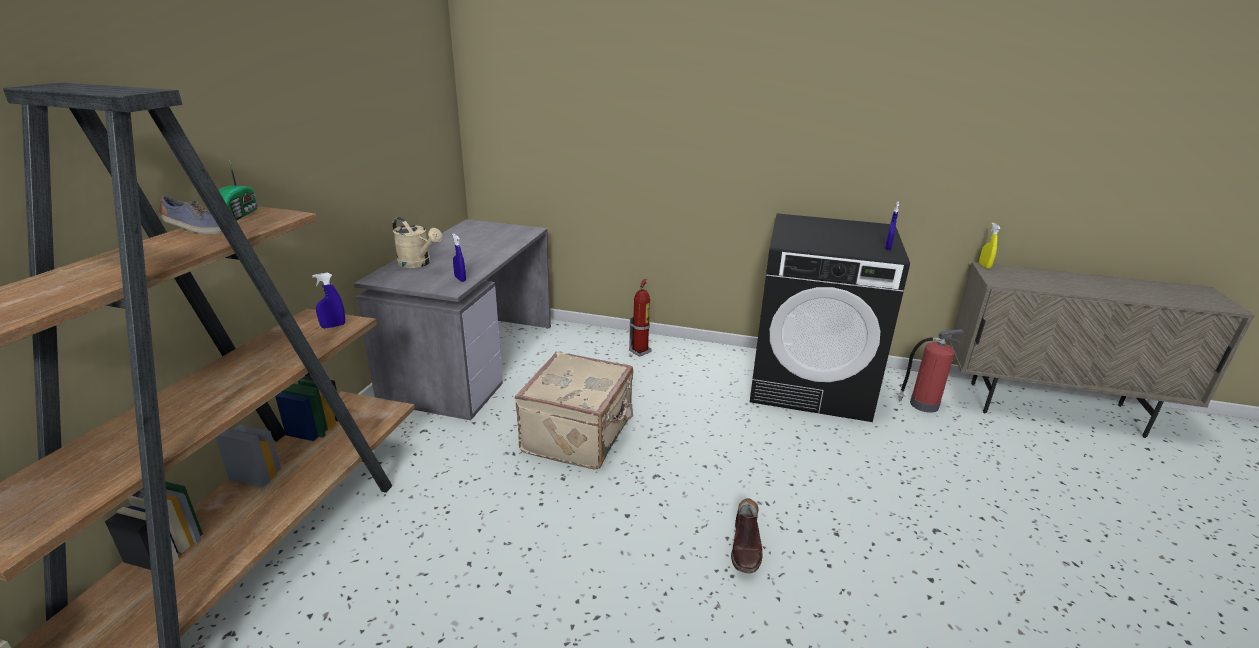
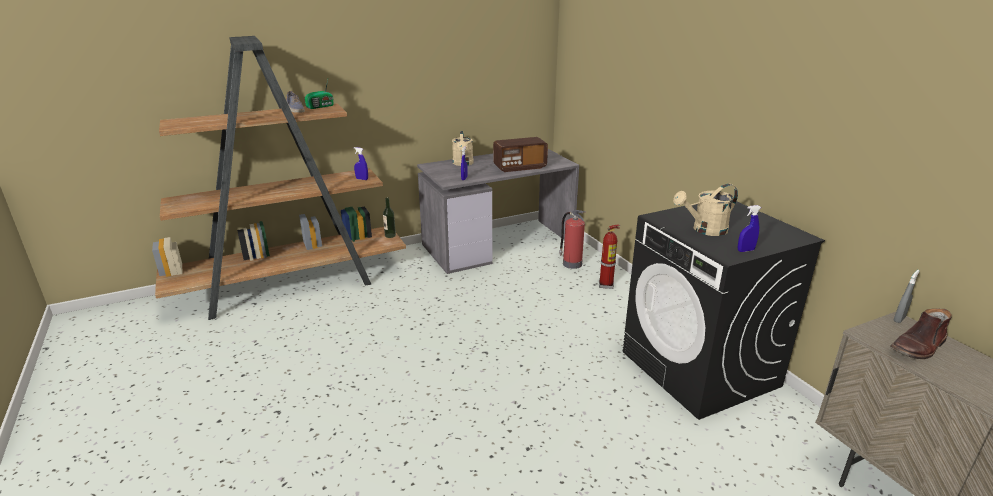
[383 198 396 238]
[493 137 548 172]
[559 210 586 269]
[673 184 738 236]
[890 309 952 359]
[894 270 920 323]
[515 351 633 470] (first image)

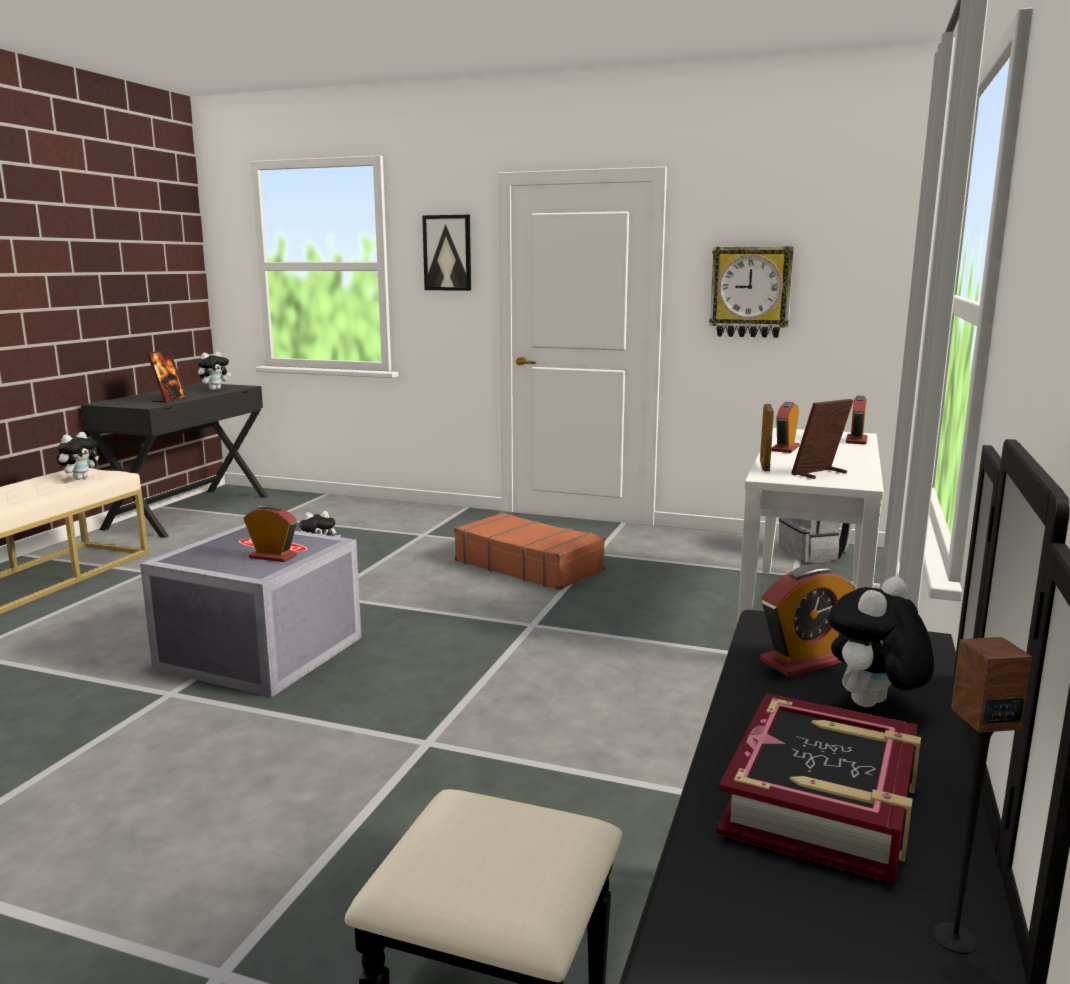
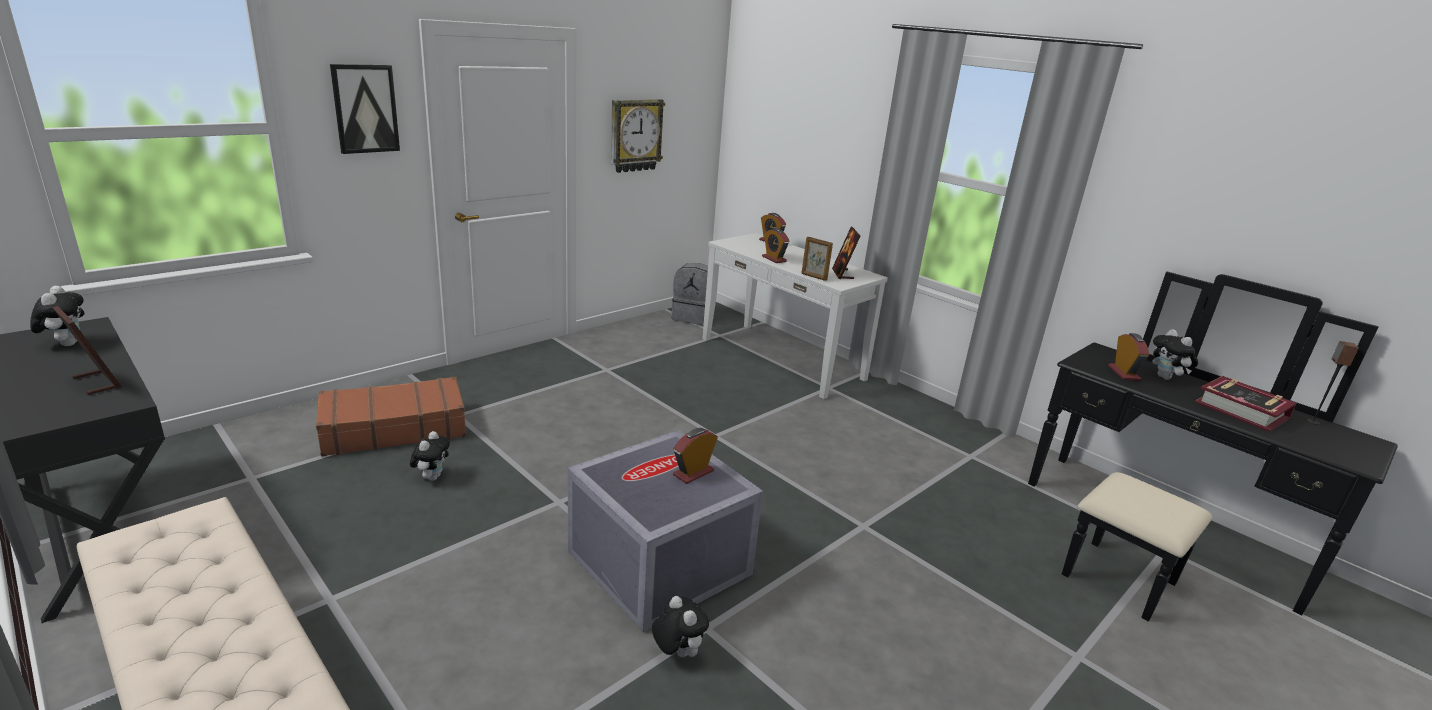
[316 376 466 457]
[652 596 709 657]

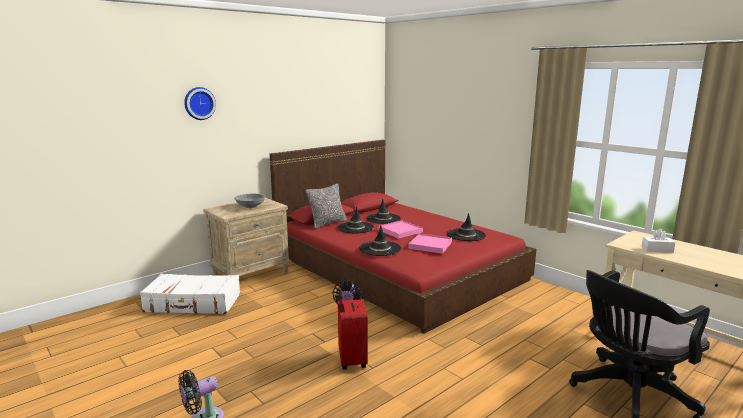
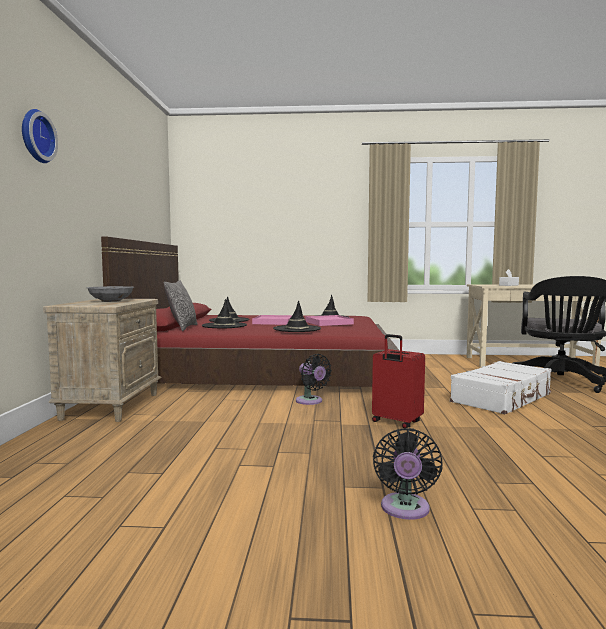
[450 361 552 415]

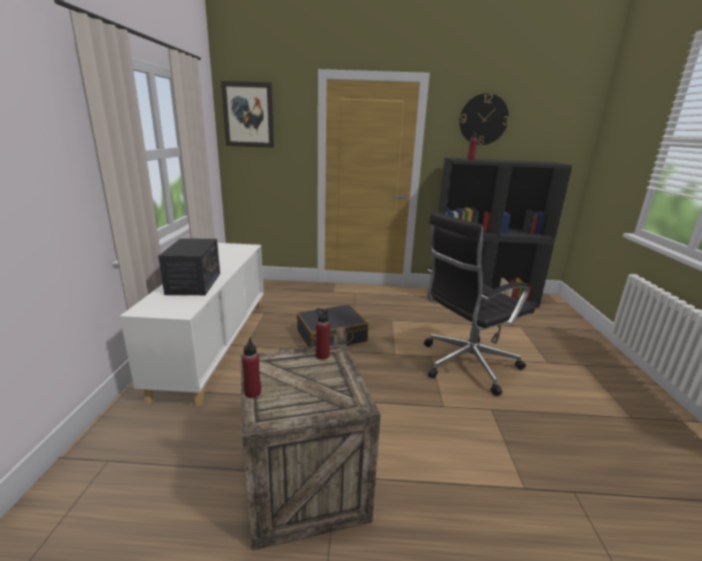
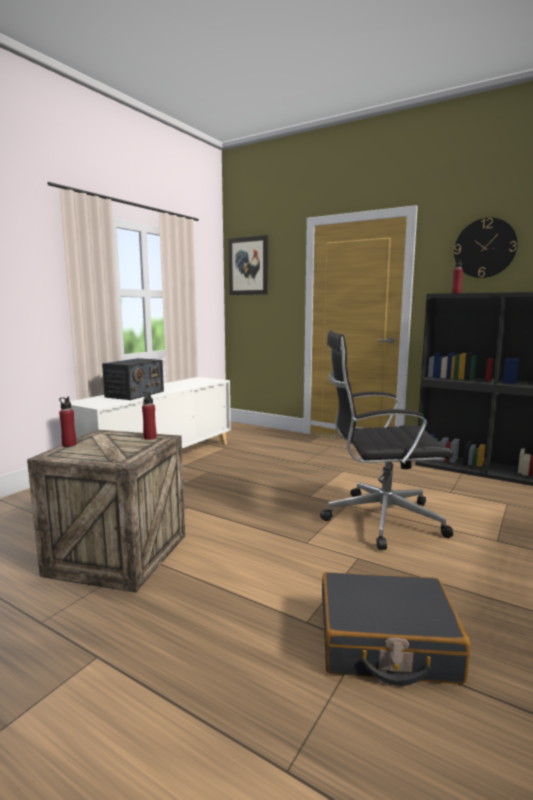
[322 572 470 686]

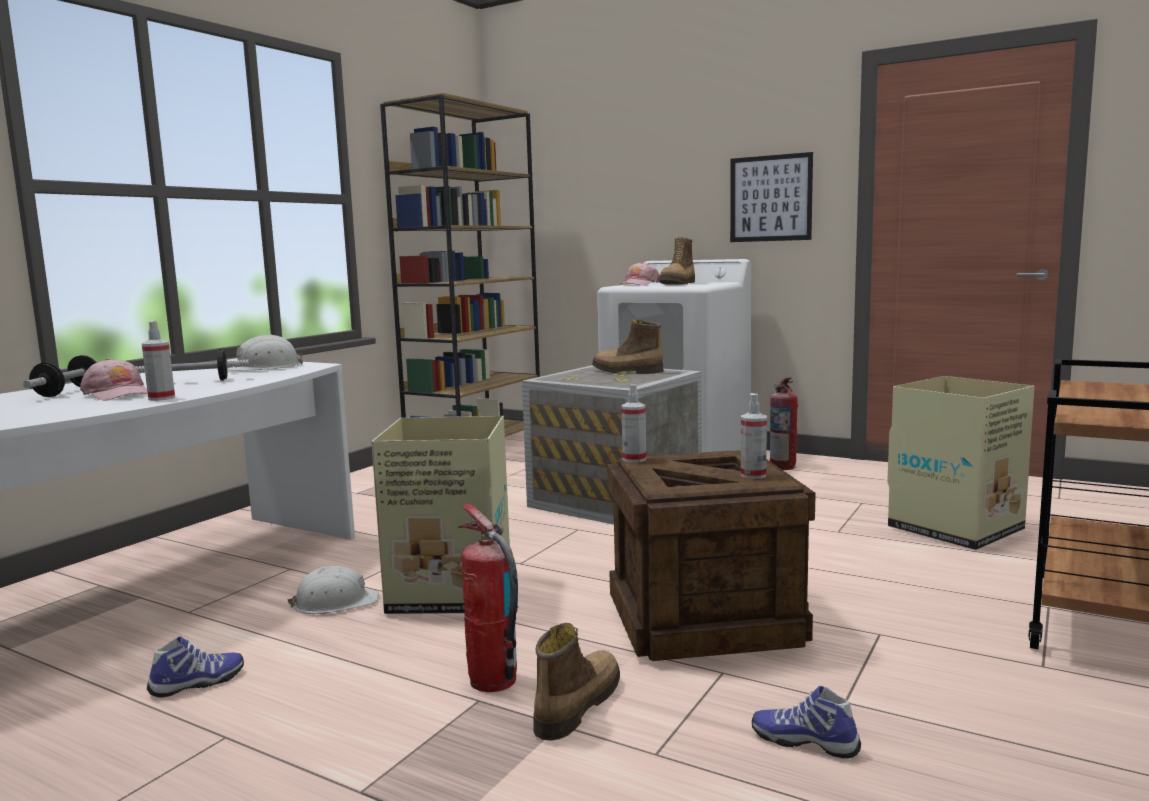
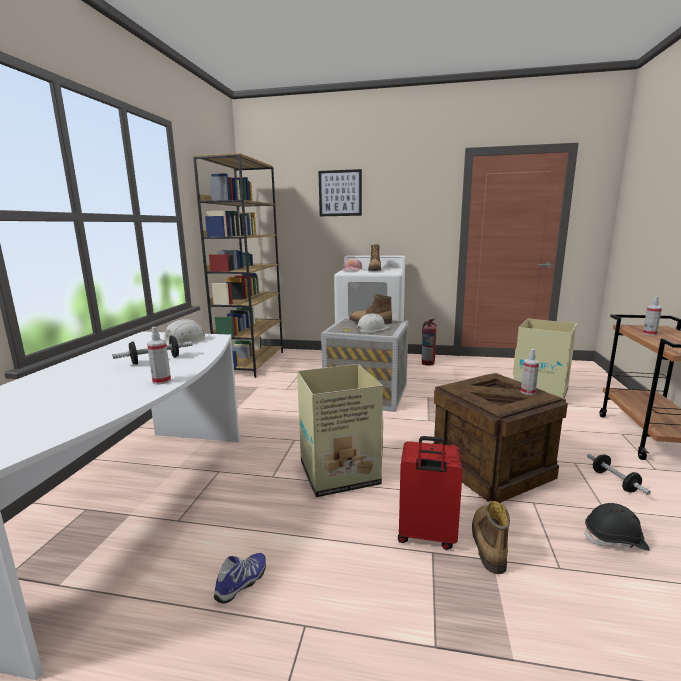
[318 169 362 216]
[356 313 390 332]
[398 436 463 550]
[584 503 650 551]
[587 454 651 495]
[643 296 662 336]
[80 358 148 400] (first image)

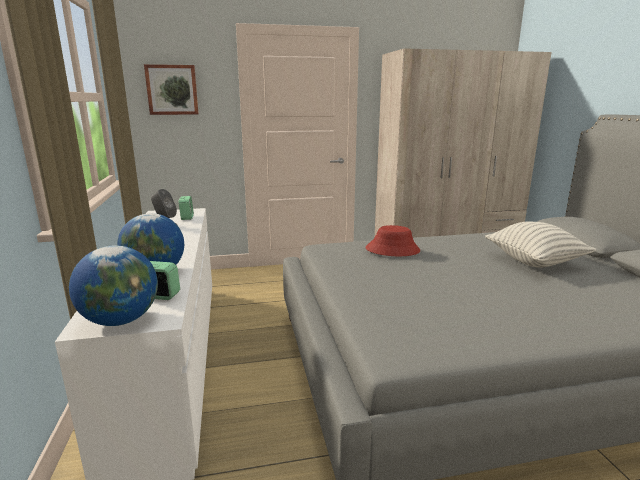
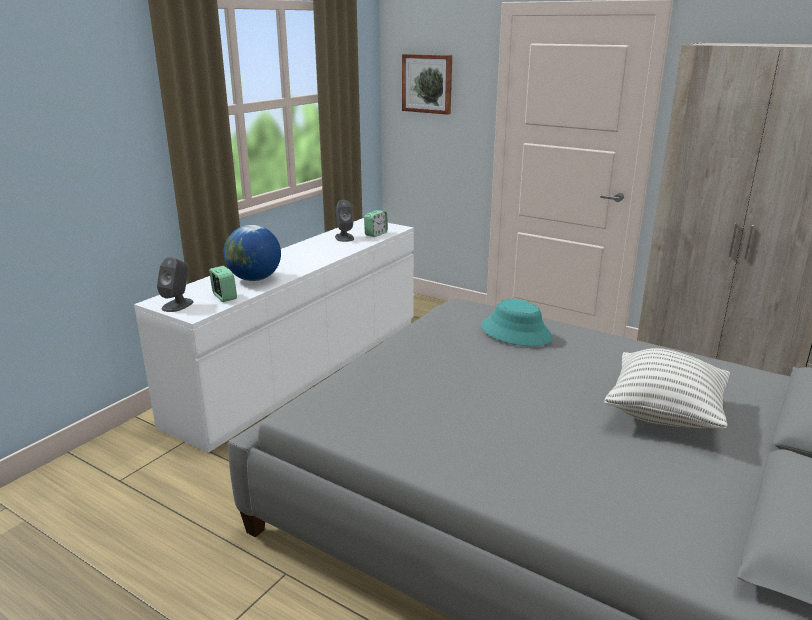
[157 257 193 312]
[481 299 553 346]

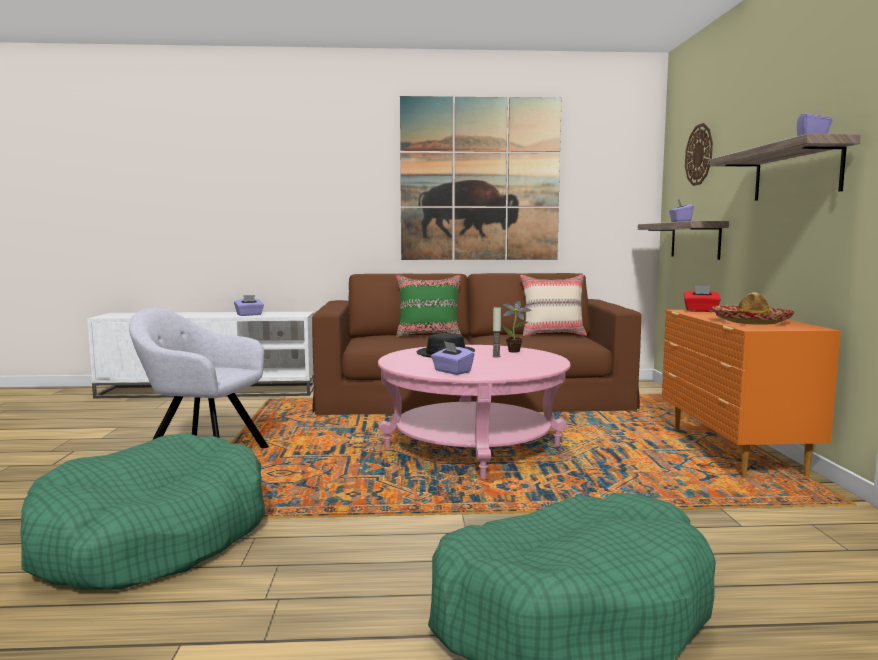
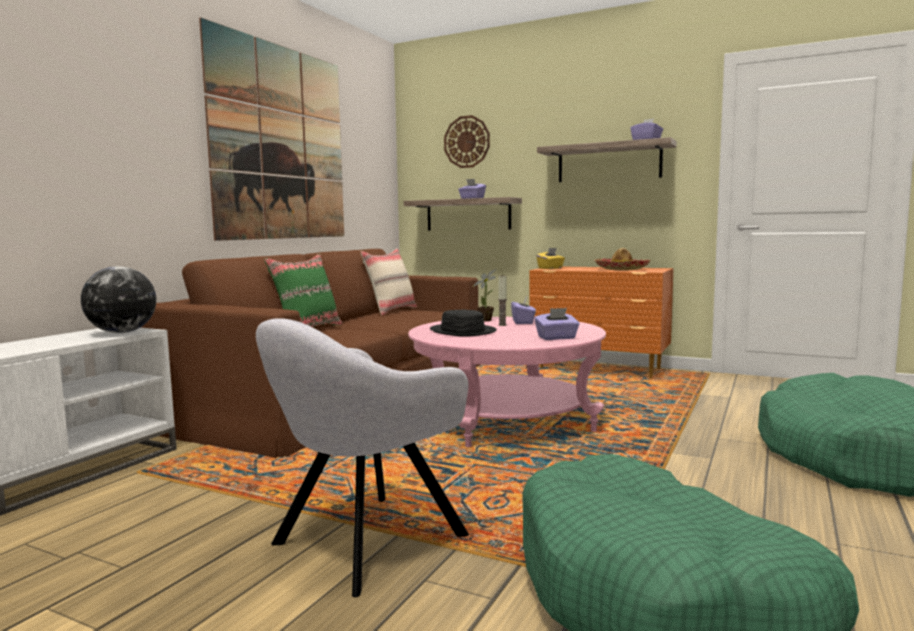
[81 266 156 333]
[511 295 536 324]
[536 248 565 269]

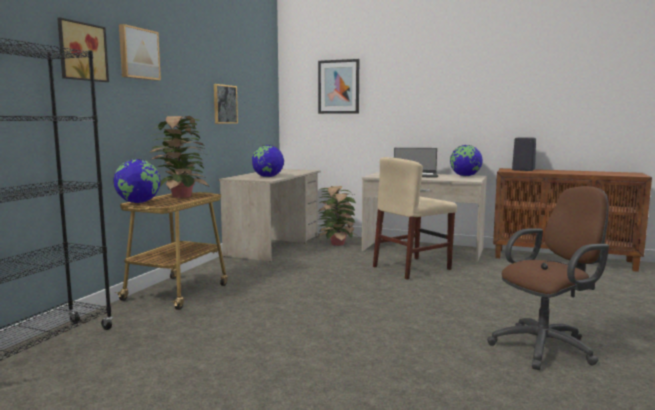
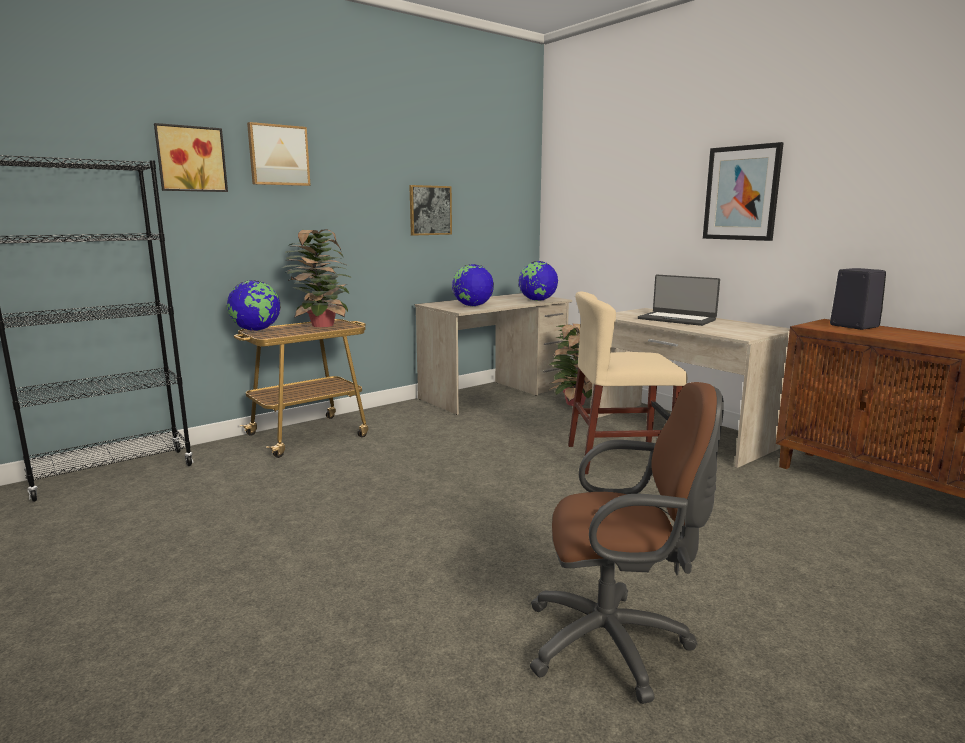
[519 261 558 301]
[703 142 784 241]

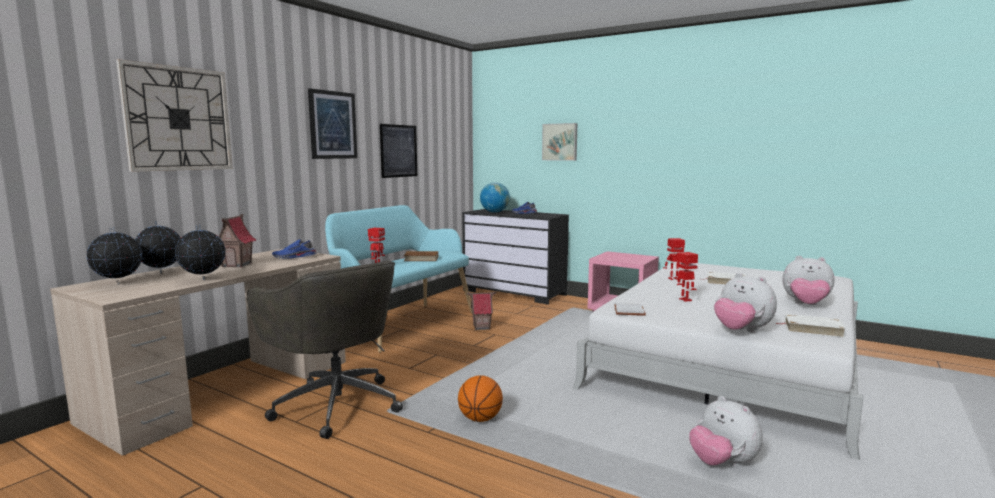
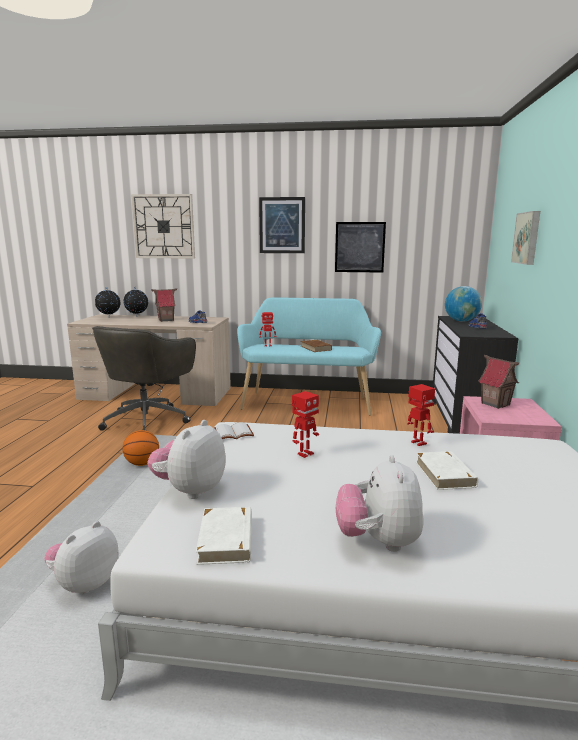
[478 355 519 409]
[175 225 226 280] (first image)

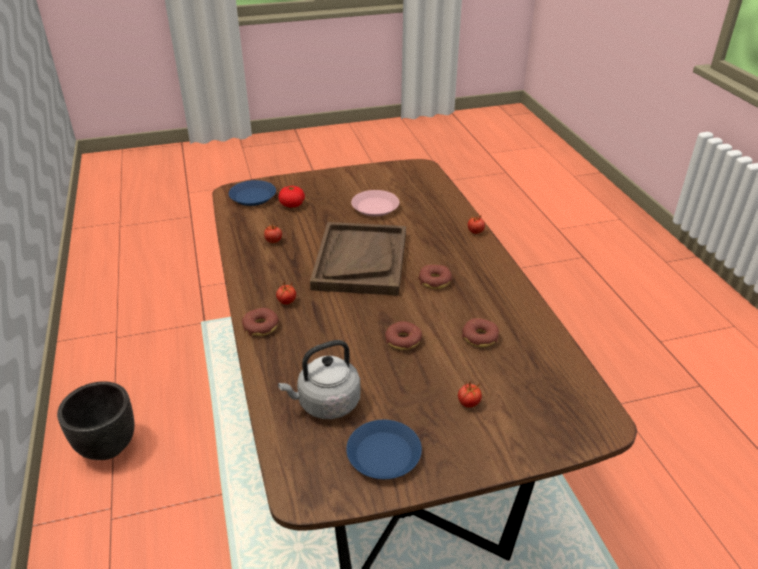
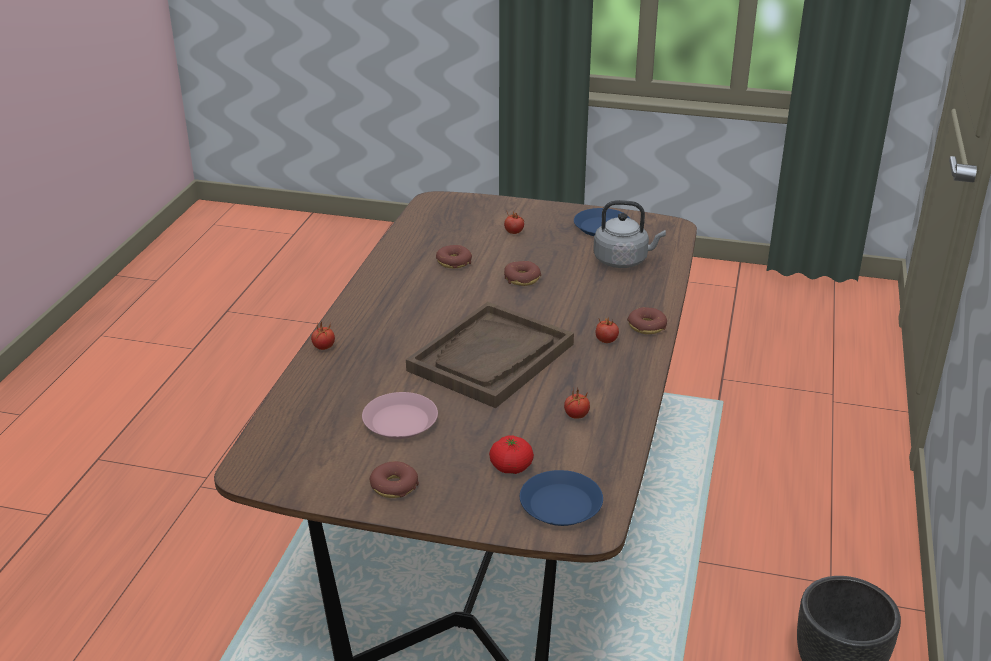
[370 461 419 498]

